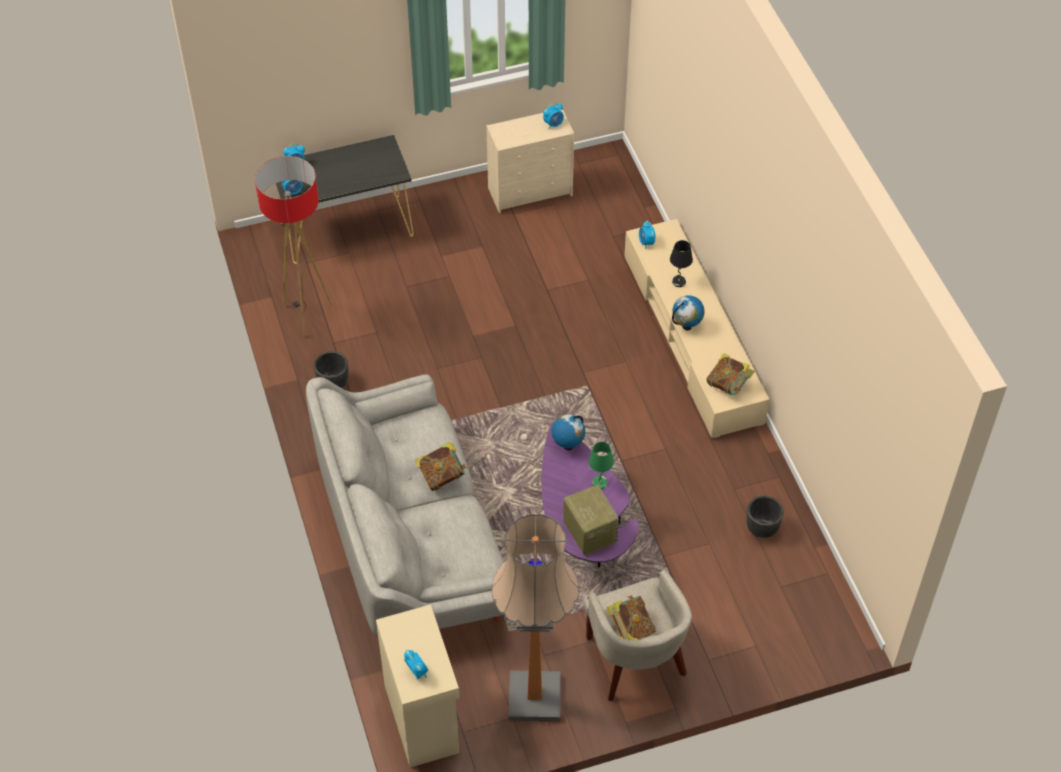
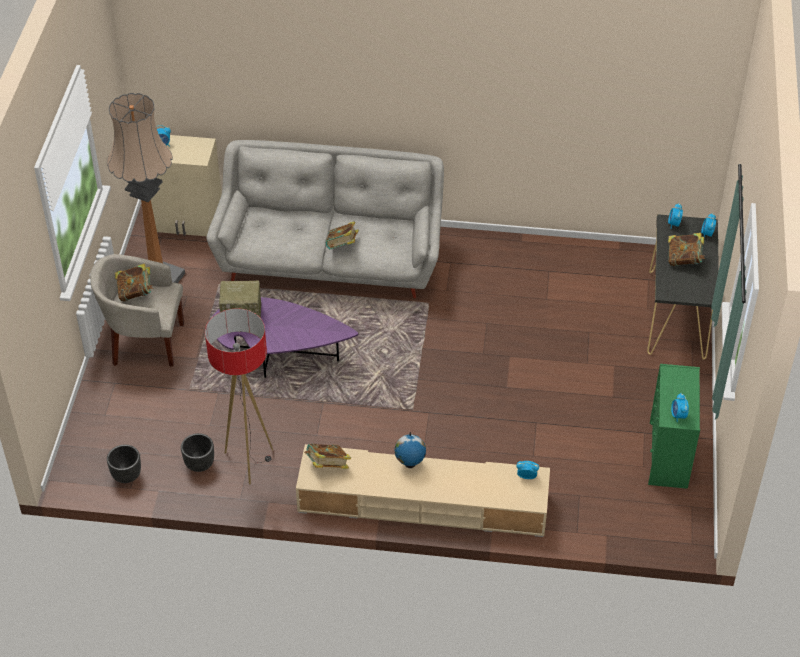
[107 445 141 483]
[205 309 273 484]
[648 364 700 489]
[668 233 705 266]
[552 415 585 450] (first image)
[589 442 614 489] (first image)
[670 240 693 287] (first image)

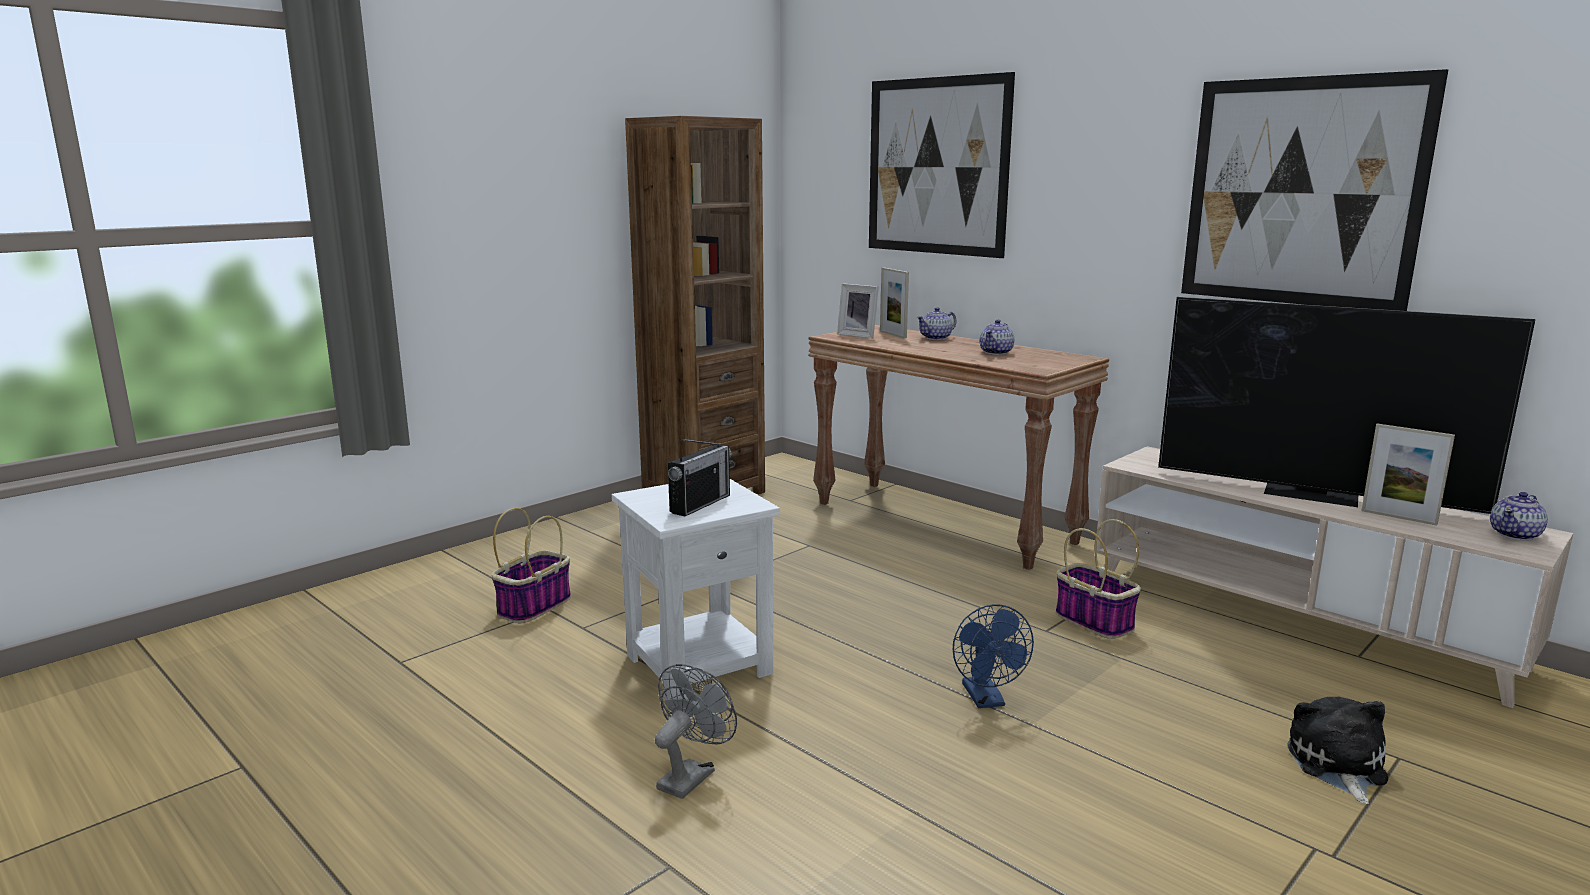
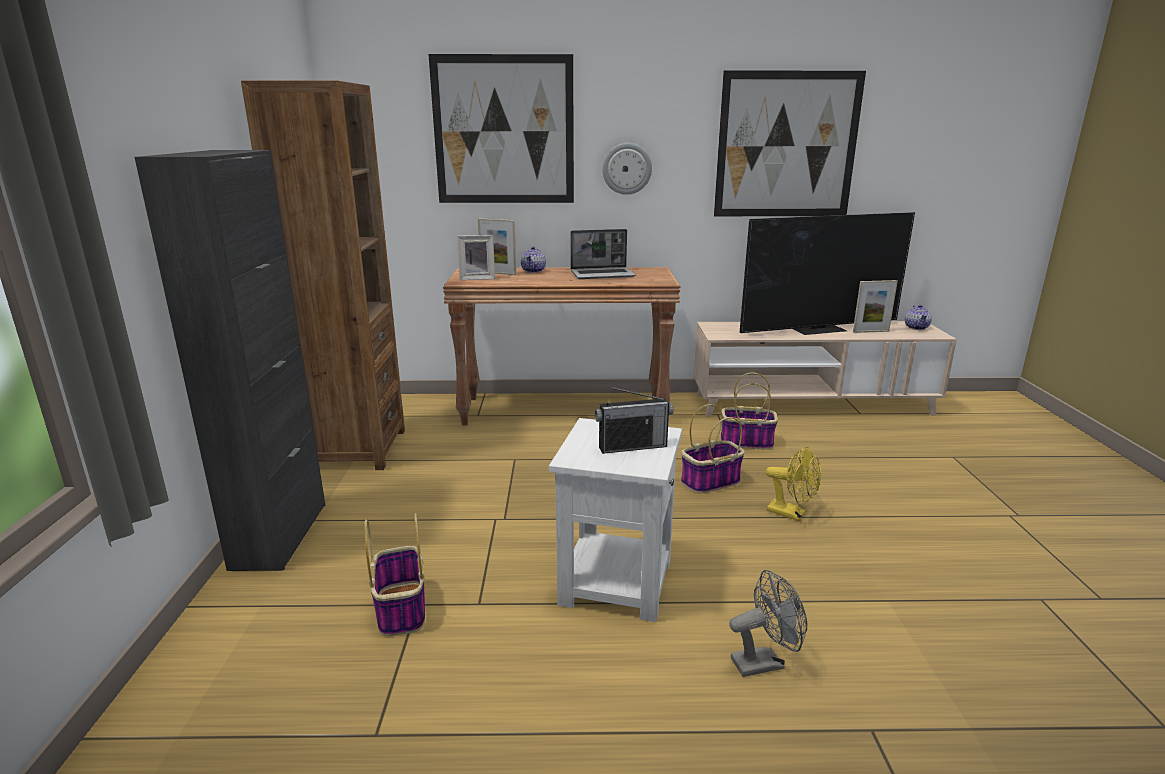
[135 150 325 571]
[570 229 636 279]
[595 386 673 454]
[602 143 652 195]
[681 404 745 494]
[729 570 807 677]
[766 446 821 521]
[1287 696 1388 804] (first image)

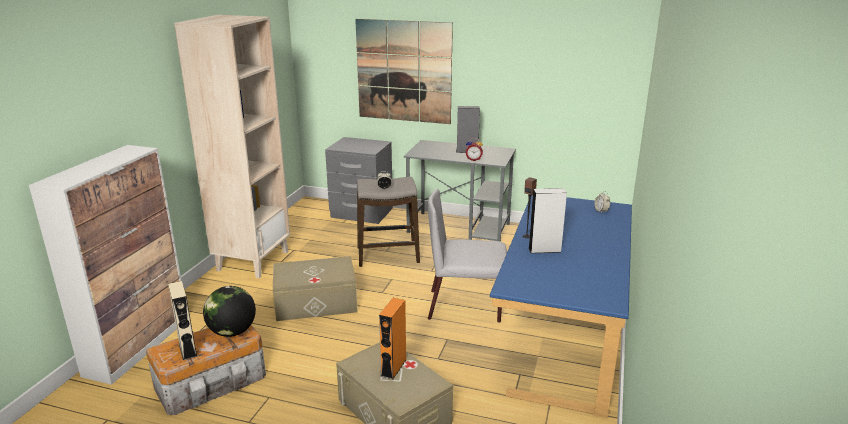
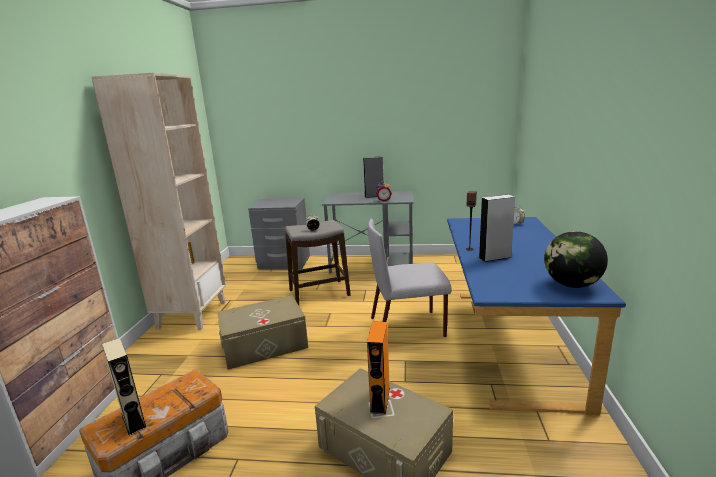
[544 231 608 288]
[355 19 453 124] (first image)

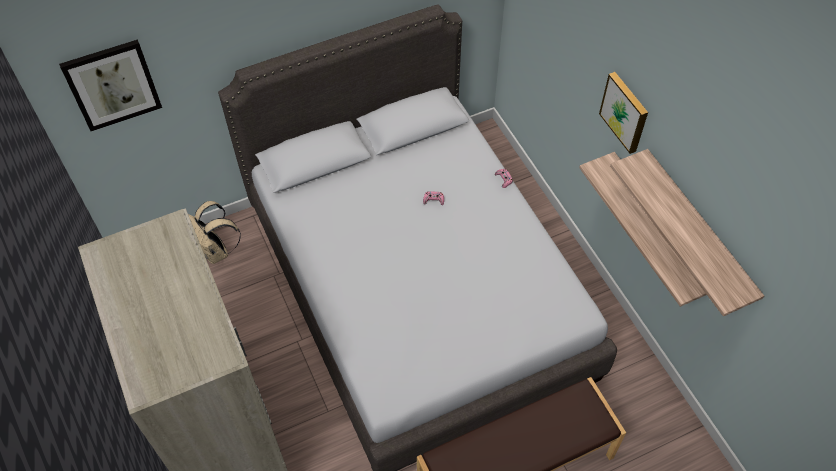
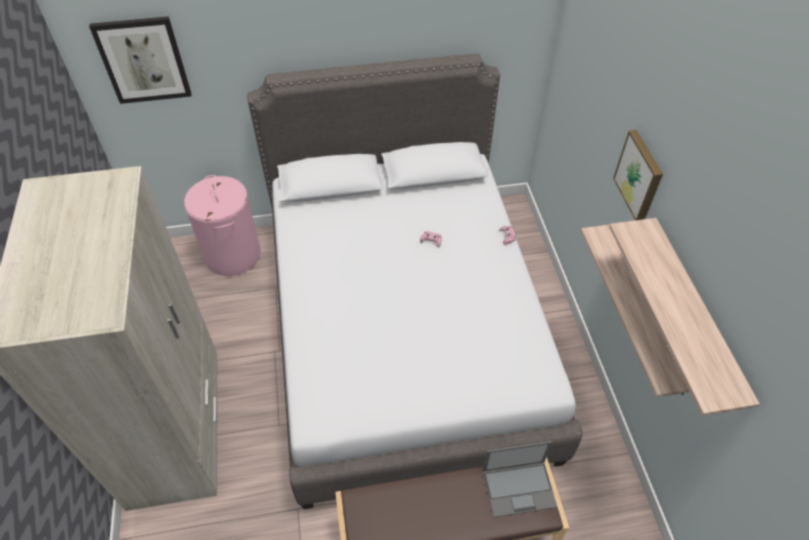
[184 175 261 276]
[482 441 557 518]

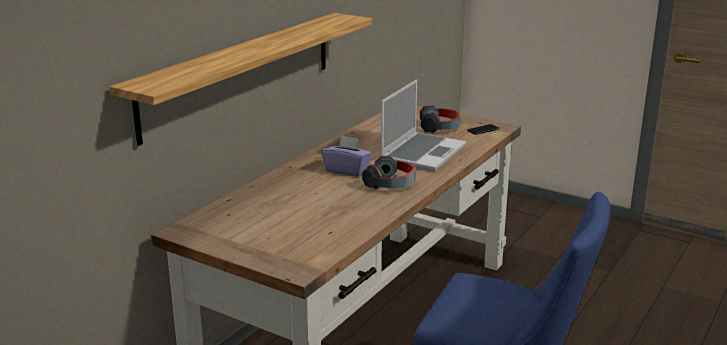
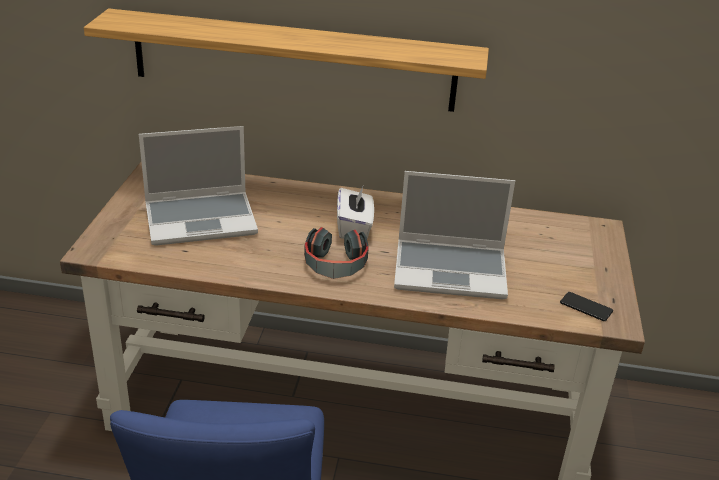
[139 126 258 246]
[337 186 374 239]
[420 105 462 133] (first image)

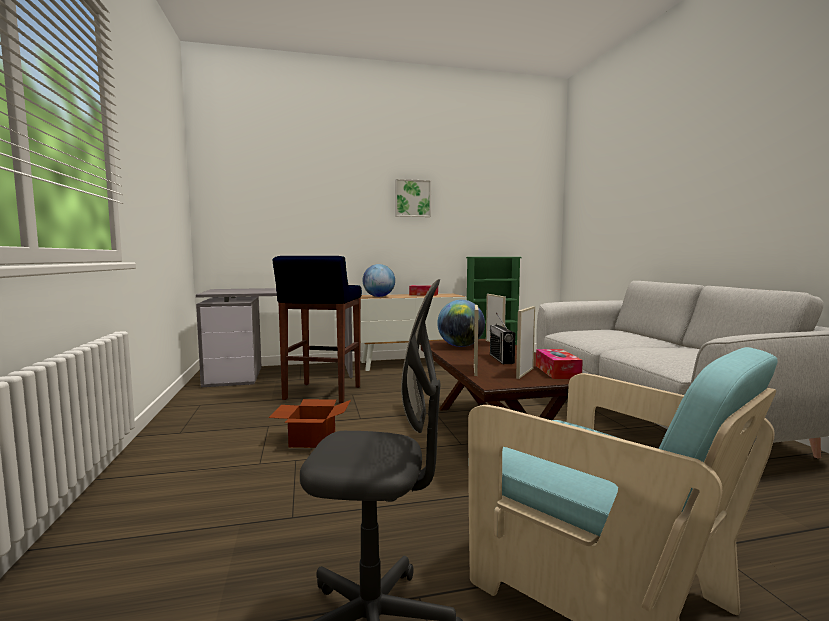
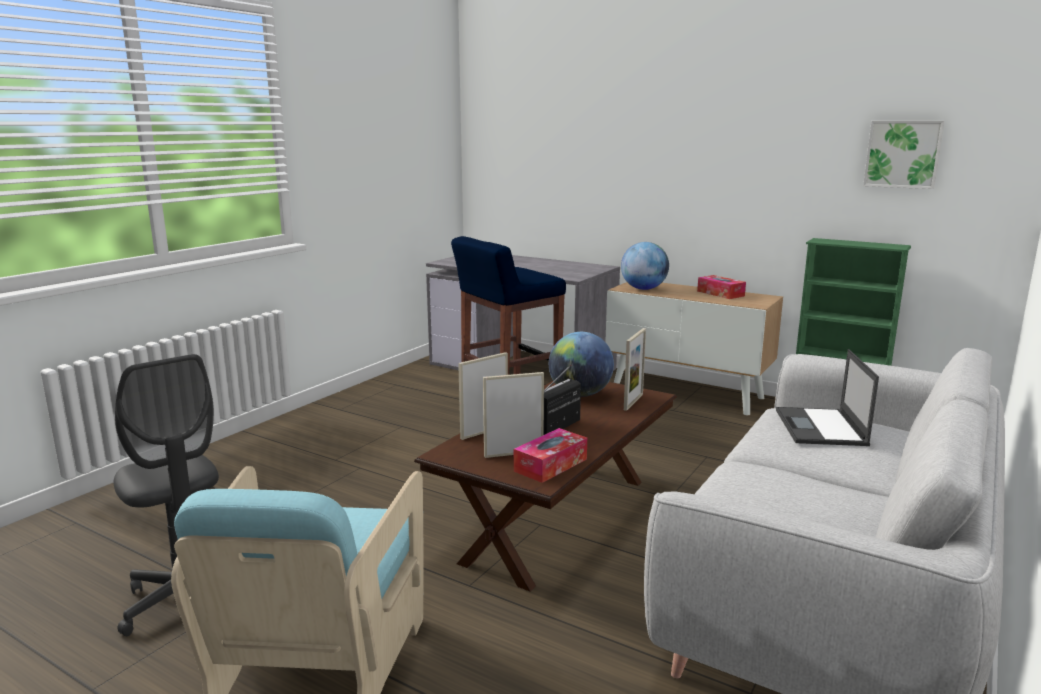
[776 349 879 446]
[863 121 945 189]
[269 399 351 448] (first image)

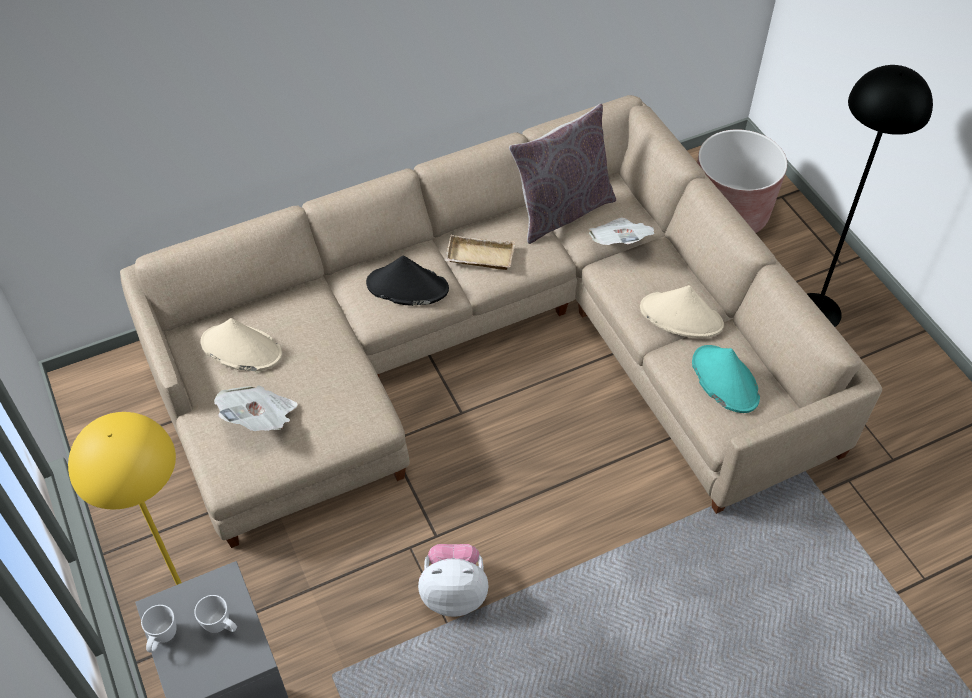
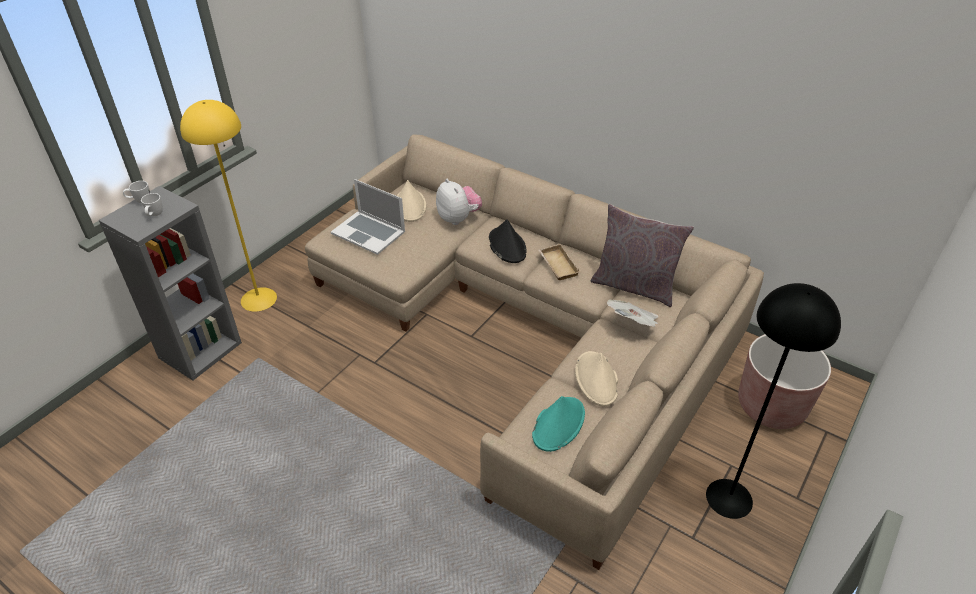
[331 179 405 255]
[436 179 482 225]

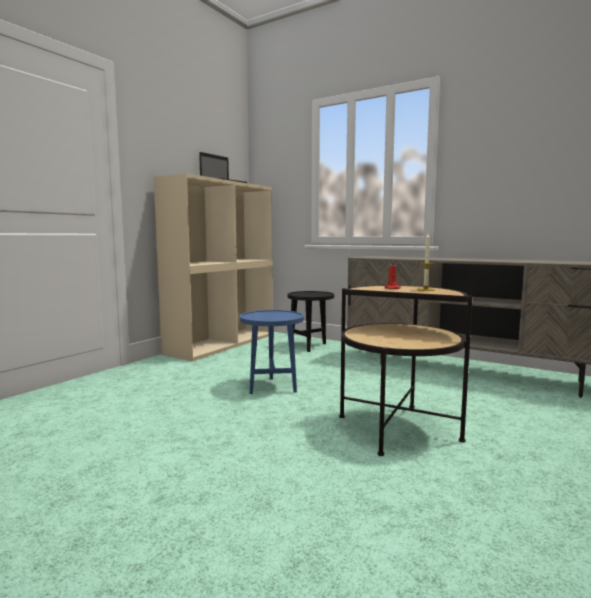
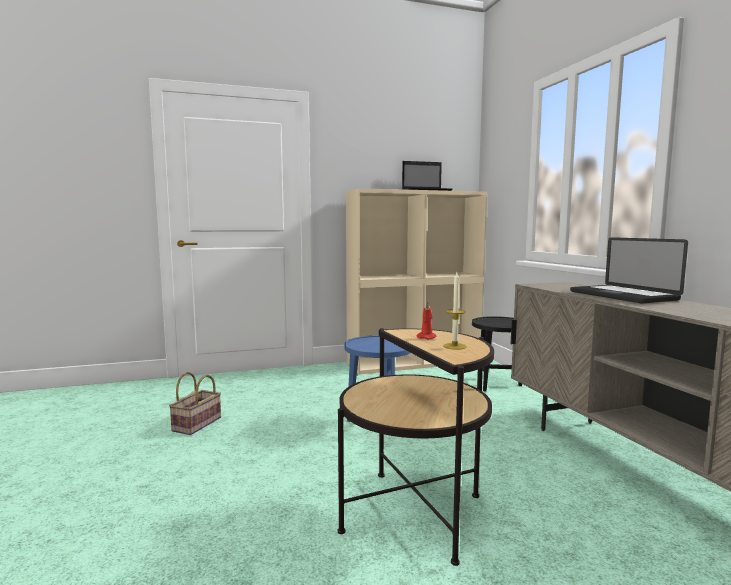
[169 372 221 435]
[570 237 688 303]

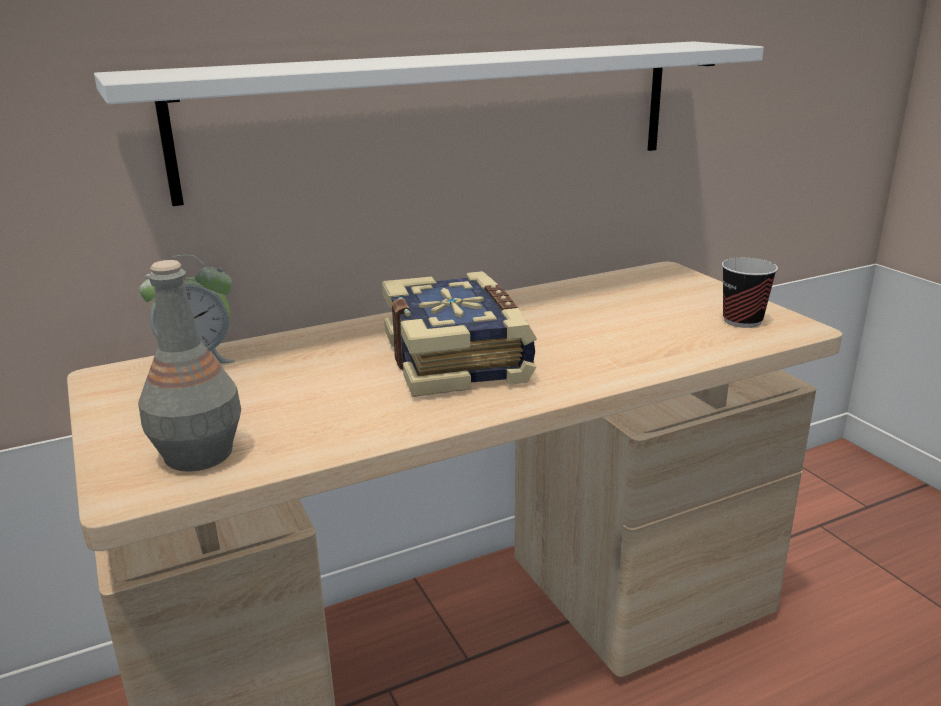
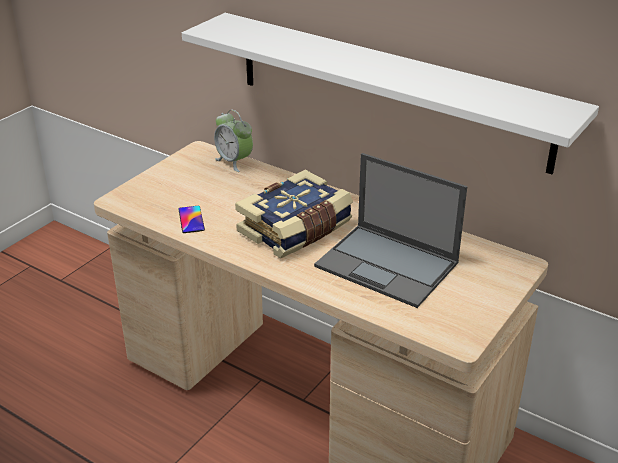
[178 206 205 233]
[314 153 467 308]
[138 260 241 472] (first image)
[722 258 778 328] (first image)

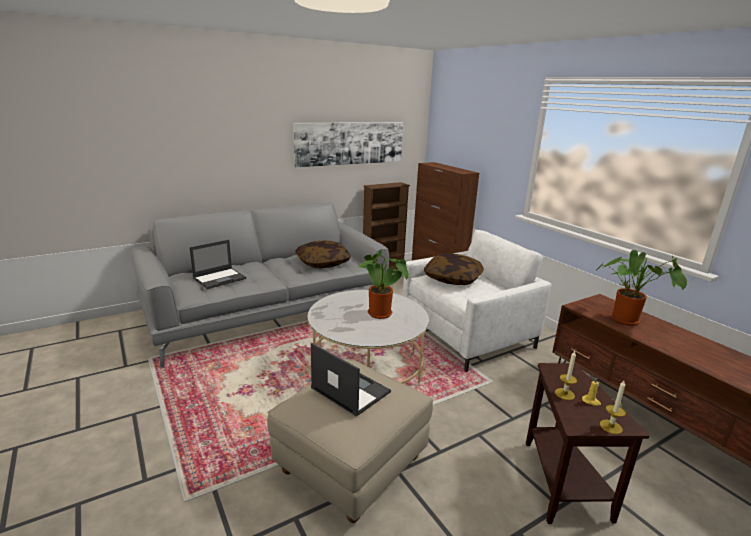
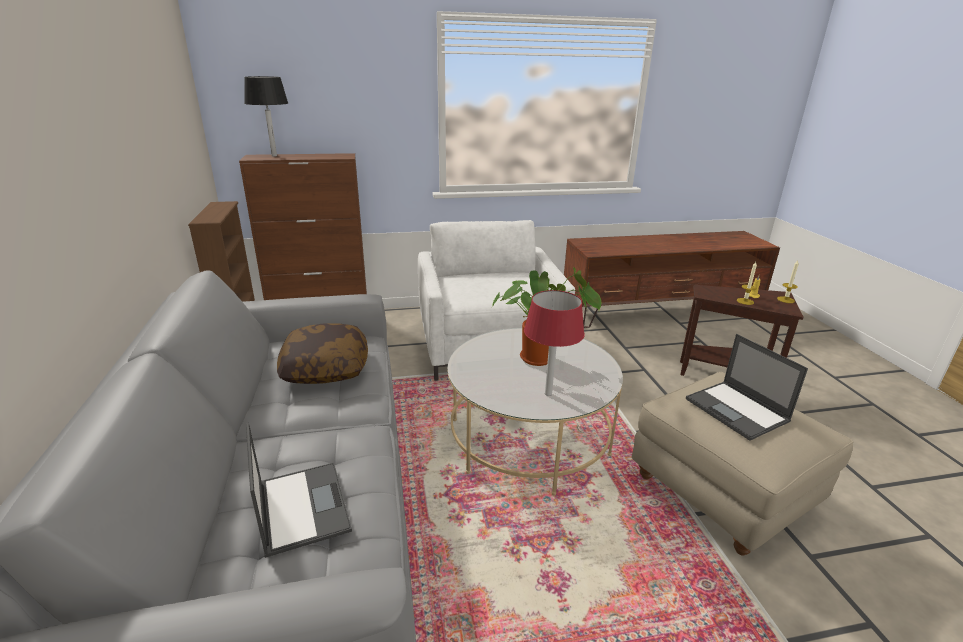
[244 76 288 157]
[524 290 584 396]
[686 334 808 441]
[293 122 403 167] (first image)
[424 253 484 285] (first image)
[595 250 687 326] (first image)

